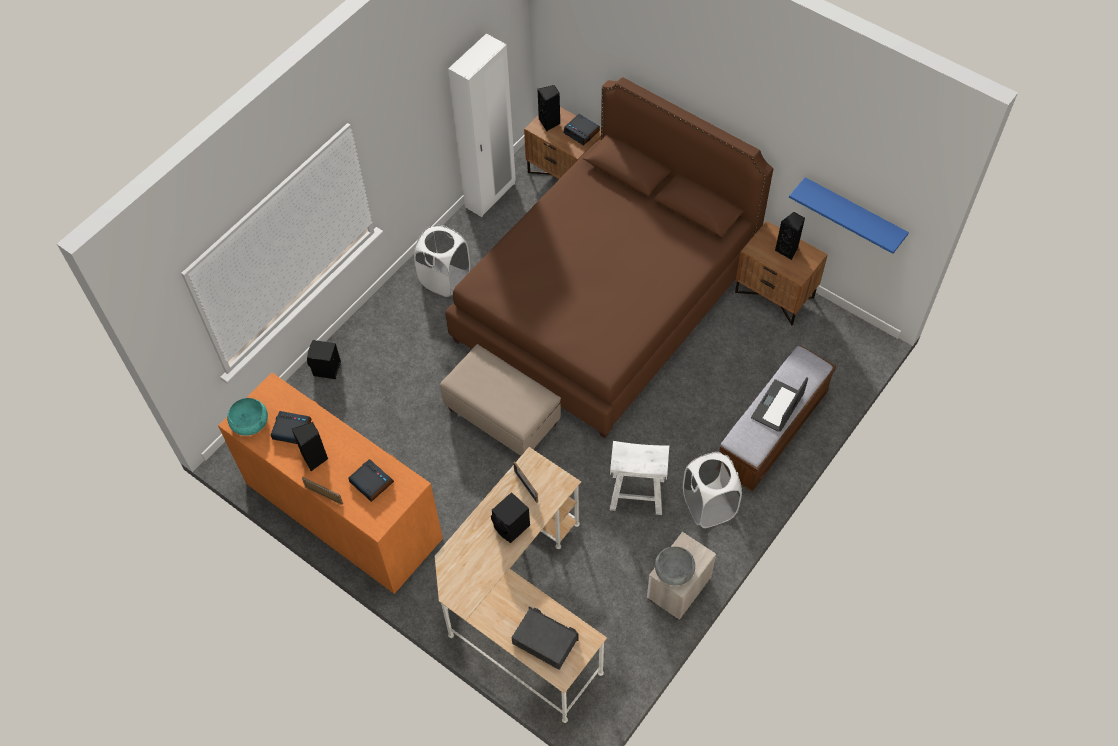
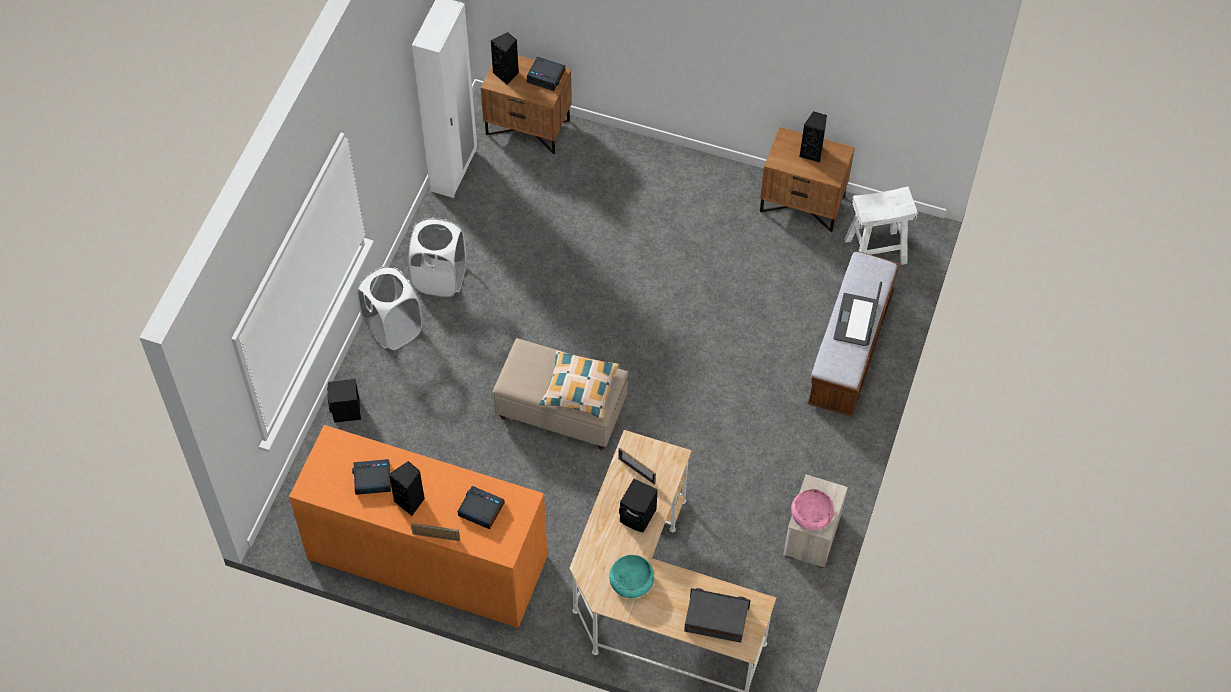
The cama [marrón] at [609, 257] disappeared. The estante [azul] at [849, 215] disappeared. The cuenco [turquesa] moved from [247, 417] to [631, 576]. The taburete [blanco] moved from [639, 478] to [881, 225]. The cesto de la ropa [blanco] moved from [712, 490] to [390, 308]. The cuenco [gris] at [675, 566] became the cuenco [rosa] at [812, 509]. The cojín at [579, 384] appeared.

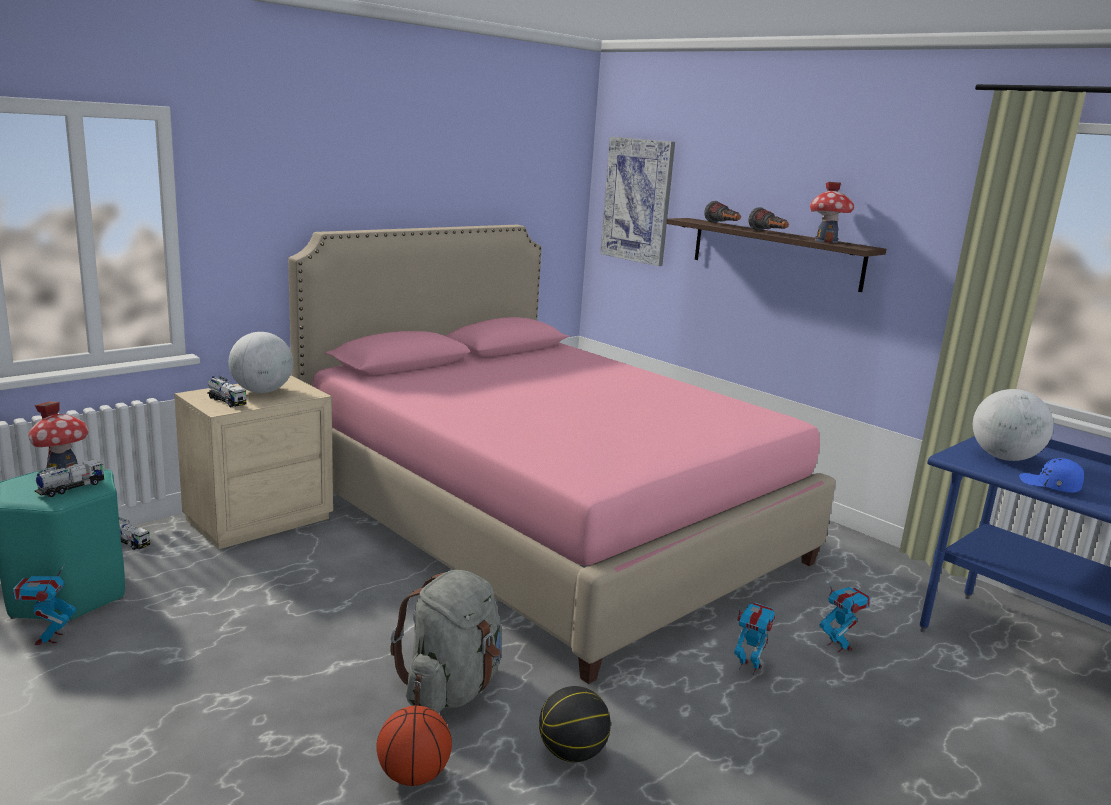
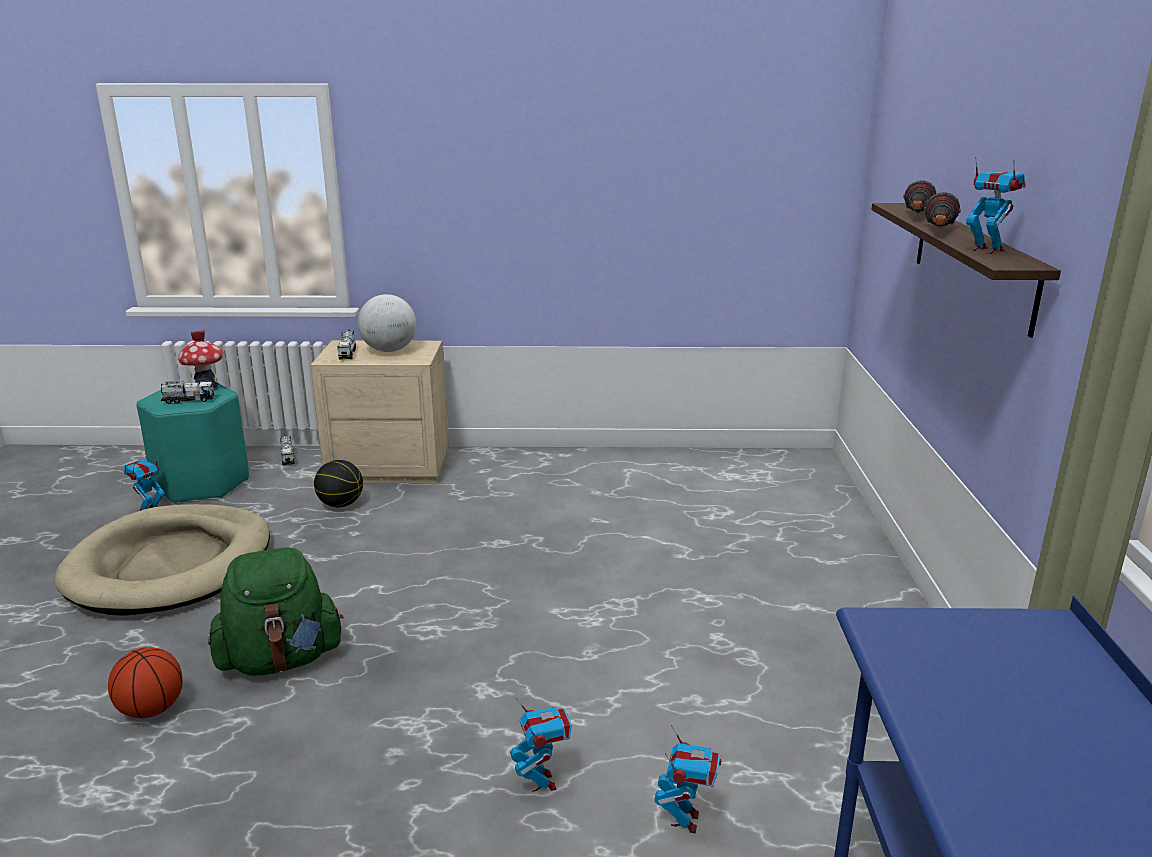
The cuadro at [637, 201] disappeared. The casita at [832, 212] was replaced by the robot de juguete at [996, 205]. The cama [rosa] at [562, 454] disappeared. The globo terráqueo at [1013, 425] disappeared. The gorra [azul] at [1051, 475] disappeared. The mochila [gris] at [446, 641] became the mochila [verde] at [276, 611]. The balón de baloncesto moved from [575, 724] to [338, 483]. The cama para perro [beis] at [162, 560] appeared.

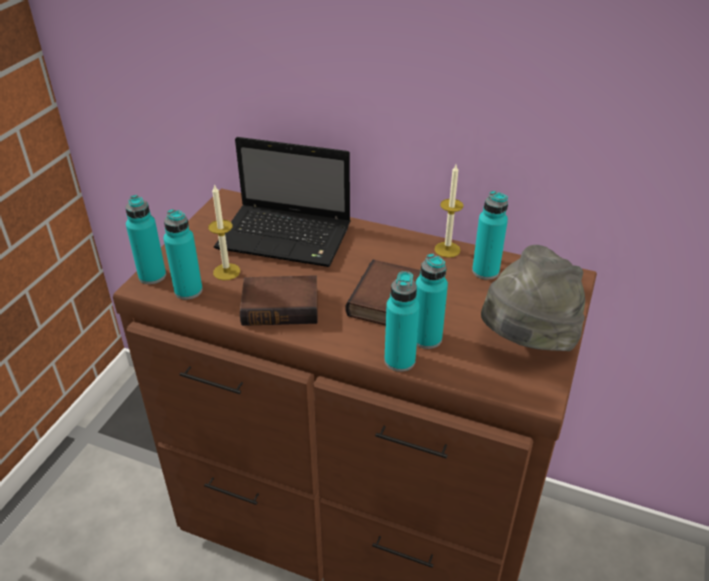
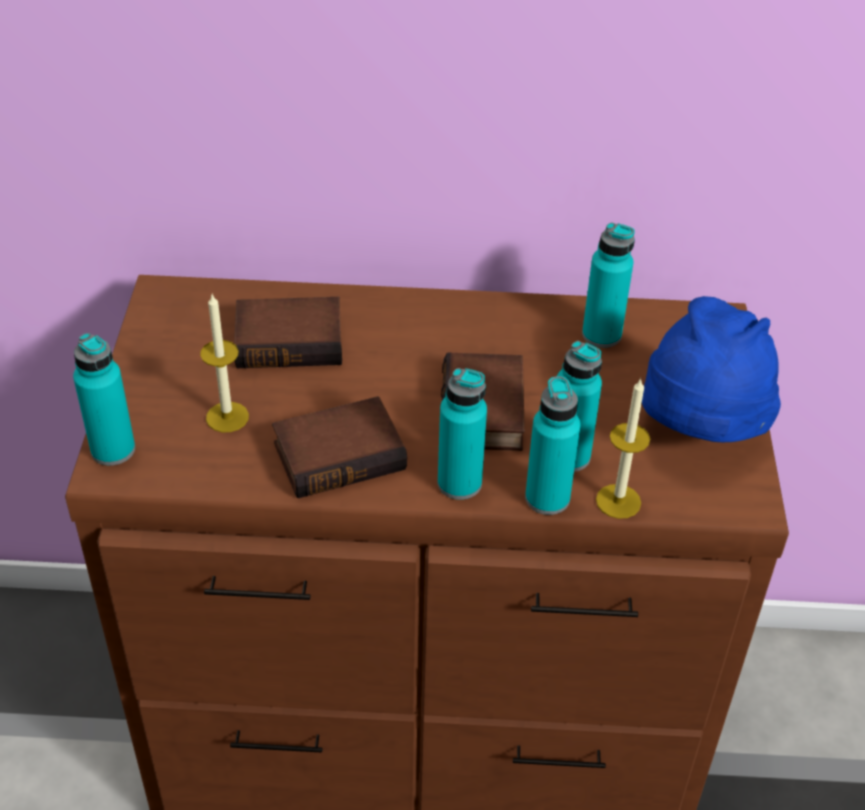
The portátil at [282, 202] was replaced by the libro at [288, 332]. The vela moved from [449, 211] to [623, 448]. The botella [turquesa] moved from [183, 254] to [462, 434]. The sombrero [gris] at [533, 298] became the sombrero [azul] at [711, 369].

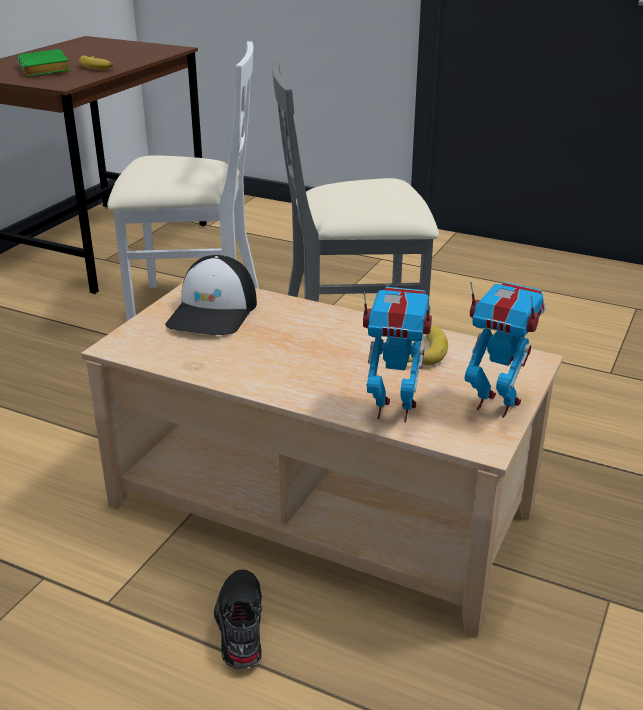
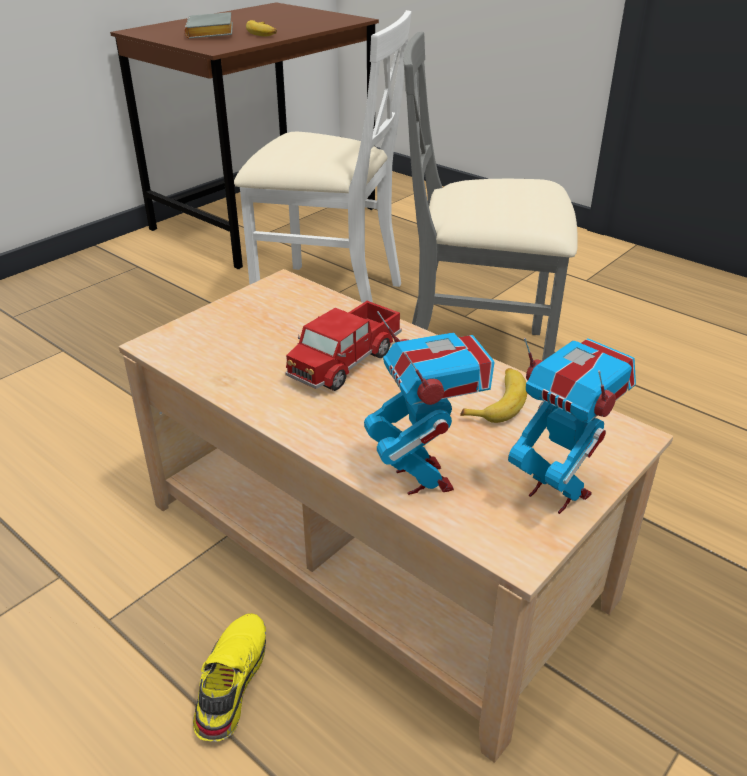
The libro [verde] at [43, 62] became the libro [gris] at [209, 25]. The gorra at [211, 295] disappeared. The robot de juguete at [397, 354] turned 45 degrees clockwise. The zapato [negro] at [238, 619] became the zapato [amarillo] at [229, 677]. The camión de juguete at [343, 346] appeared.

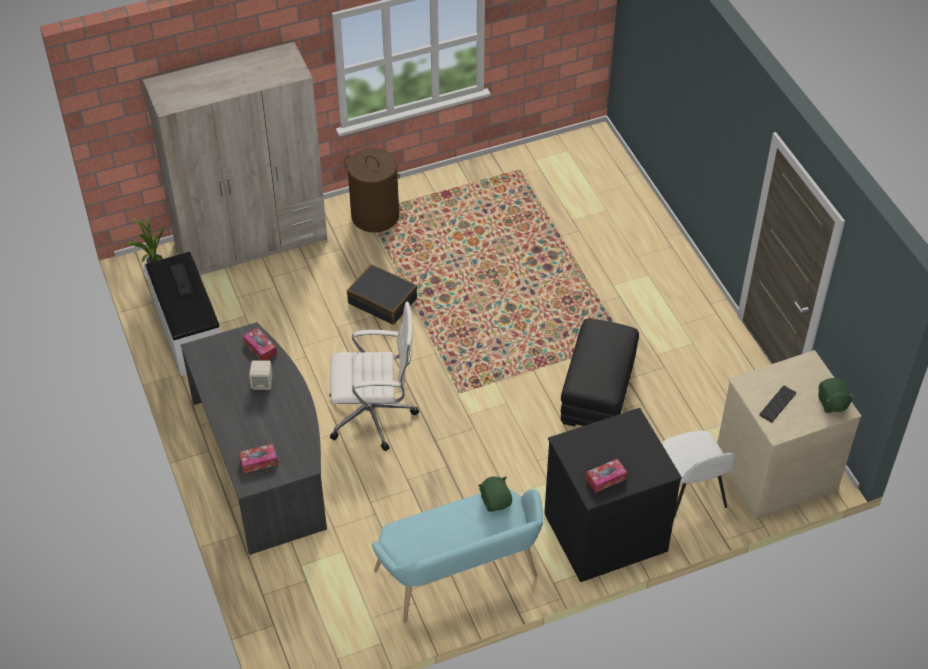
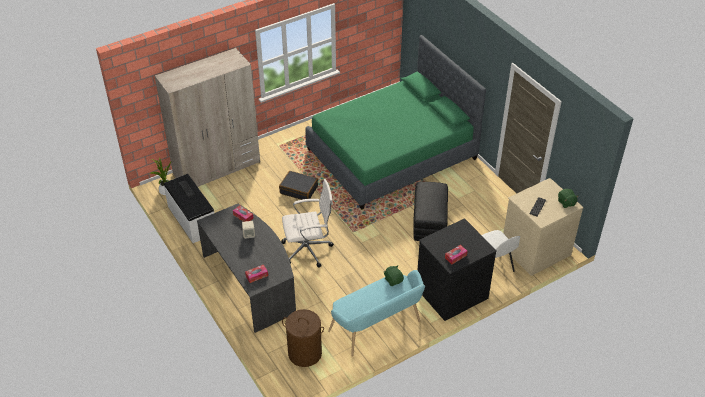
The cesto de la ropa [marrón] moved from [372, 190] to [303, 338]. The cama [verde] at [395, 122] appeared.

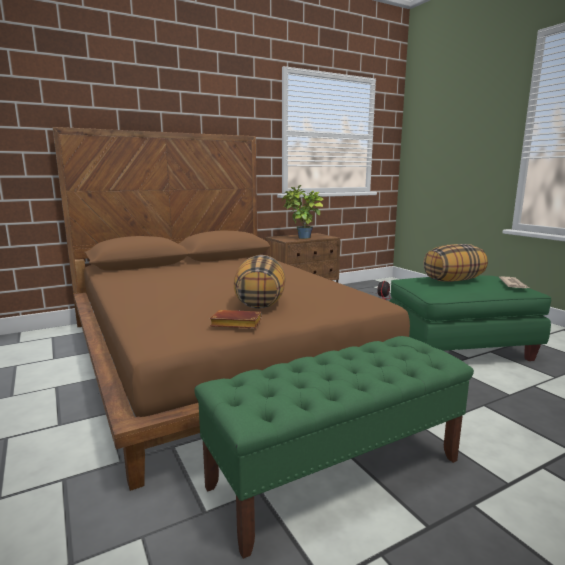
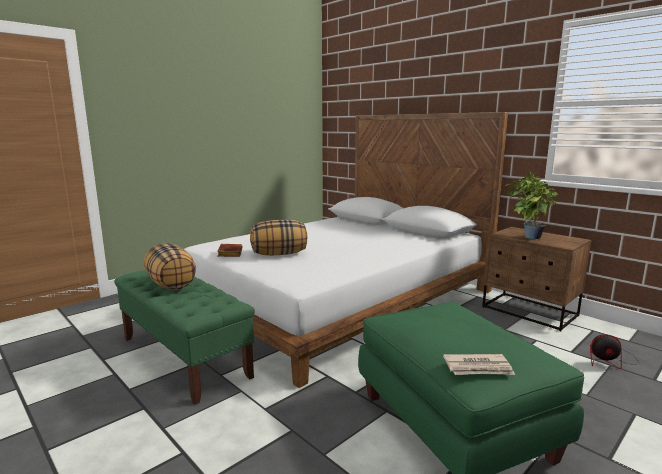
The cama [marrón] at [231, 309] became the cama [blanco] at [346, 250]. The cojín moved from [455, 263] to [170, 266].

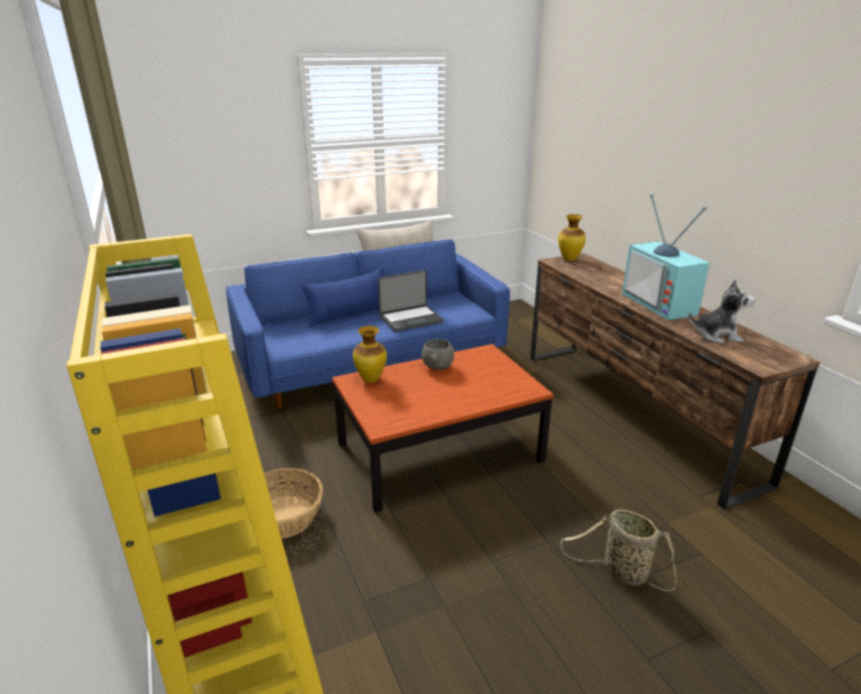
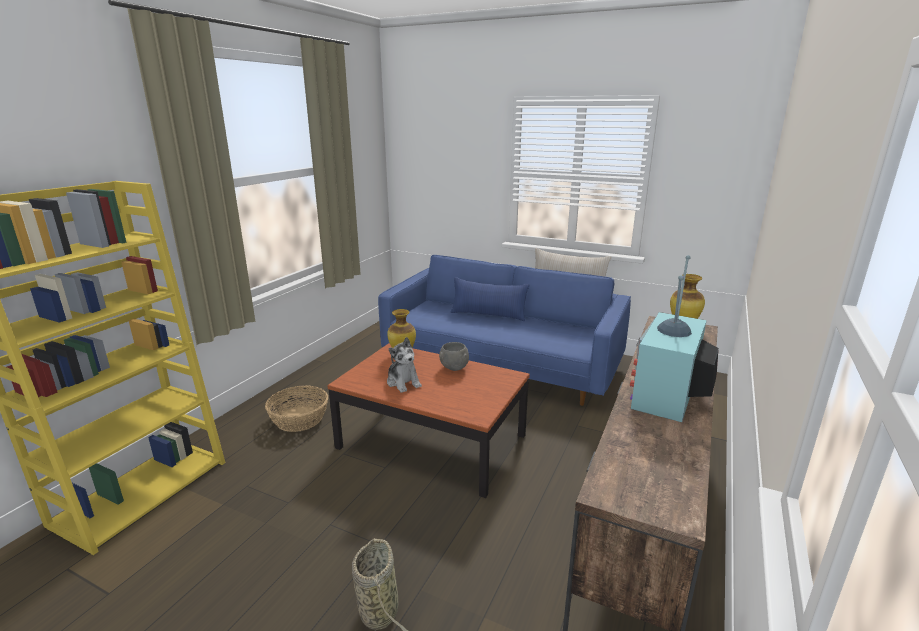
The portátil at [411, 301] disappeared. The peluche moved from [722, 312] to [404, 365].

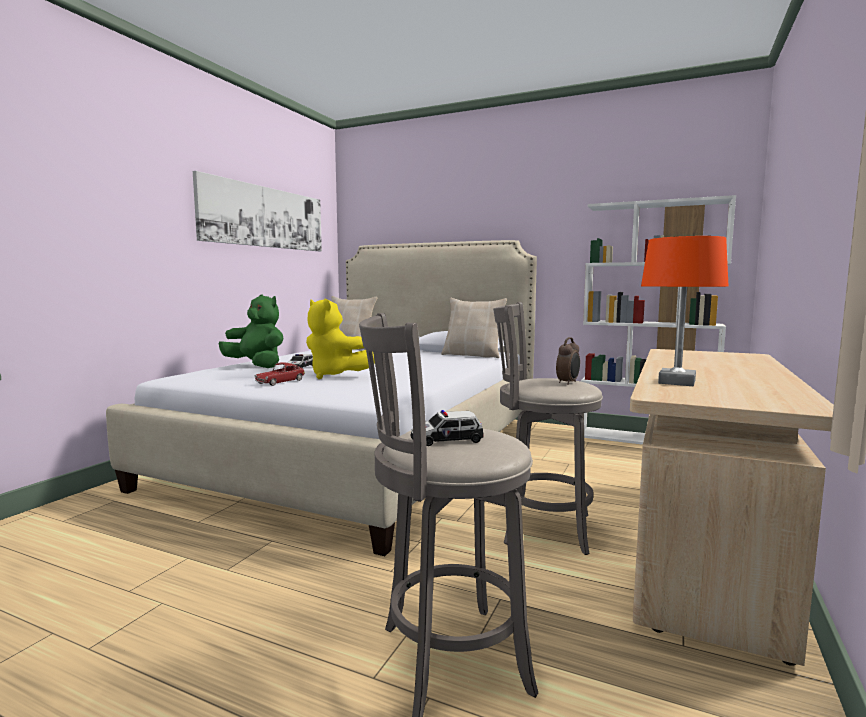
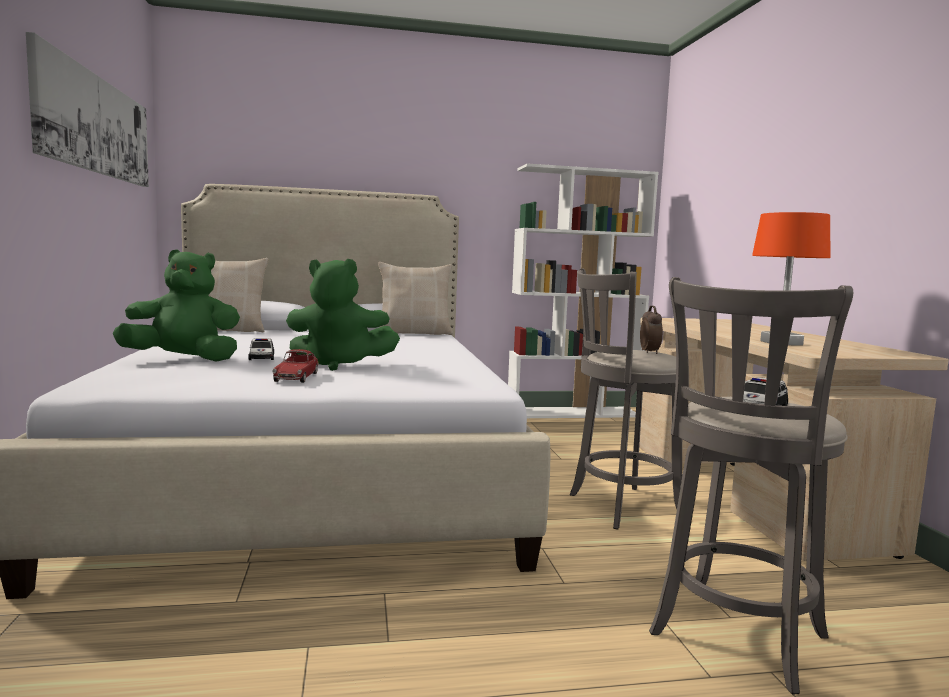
The peluche [amarillo] at [340, 339] became the peluche [verde] at [343, 315].

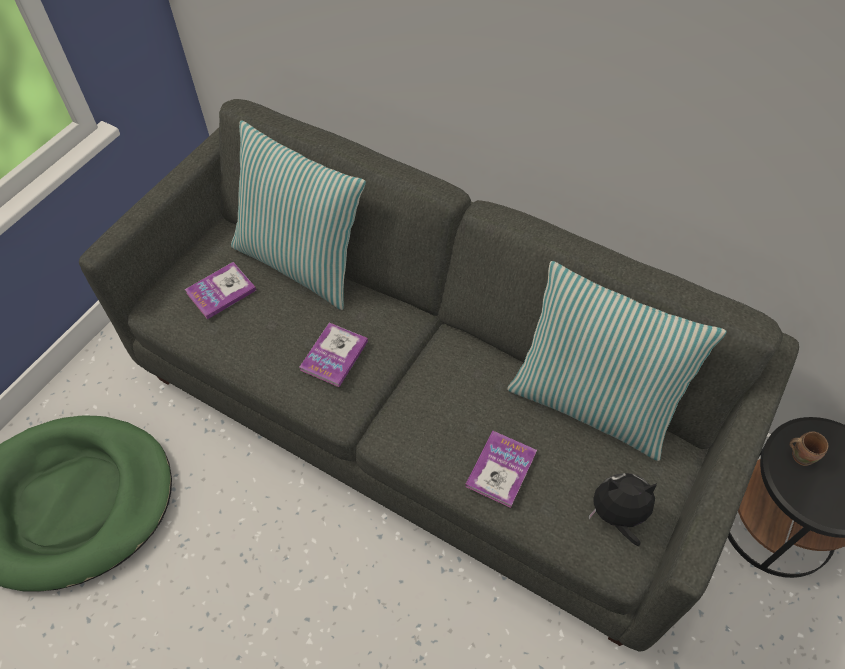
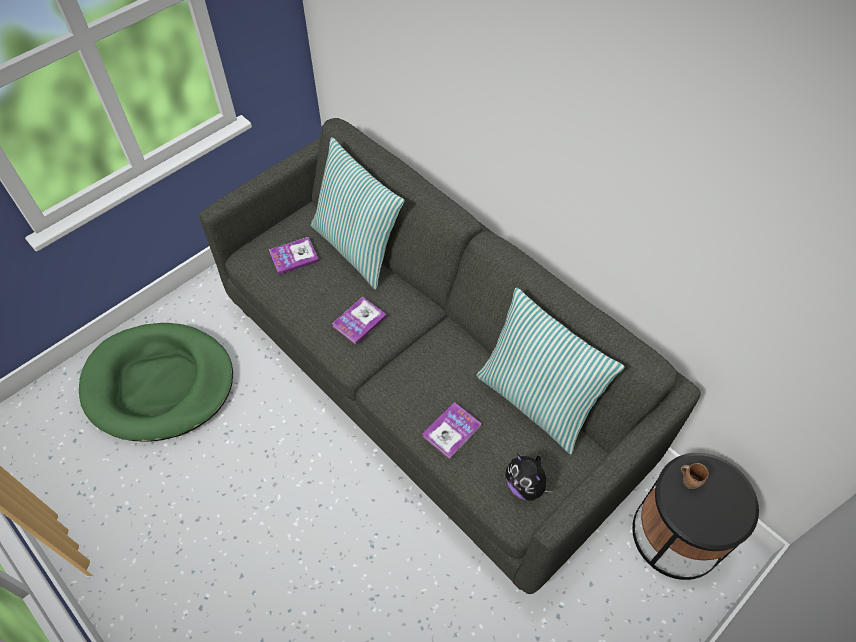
The peluche at [623, 509] turned 150 degrees counterclockwise.

